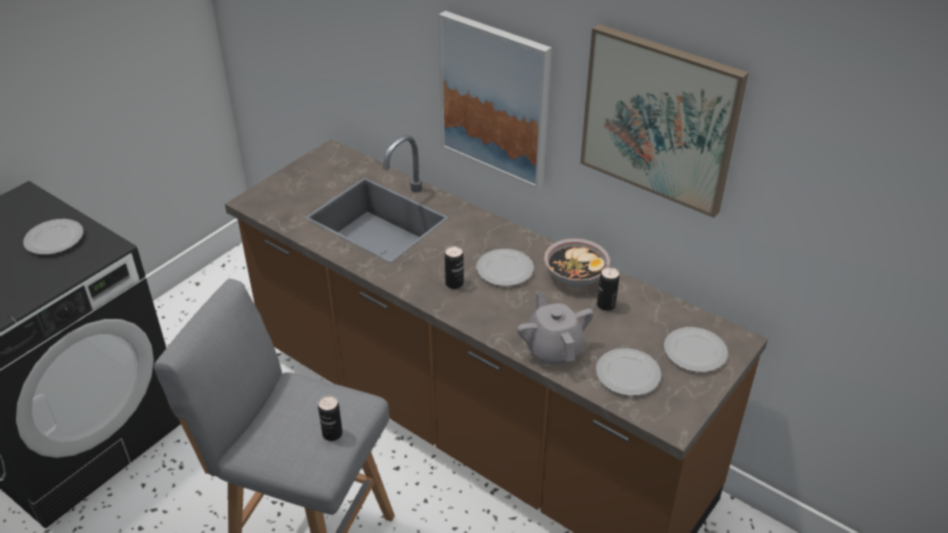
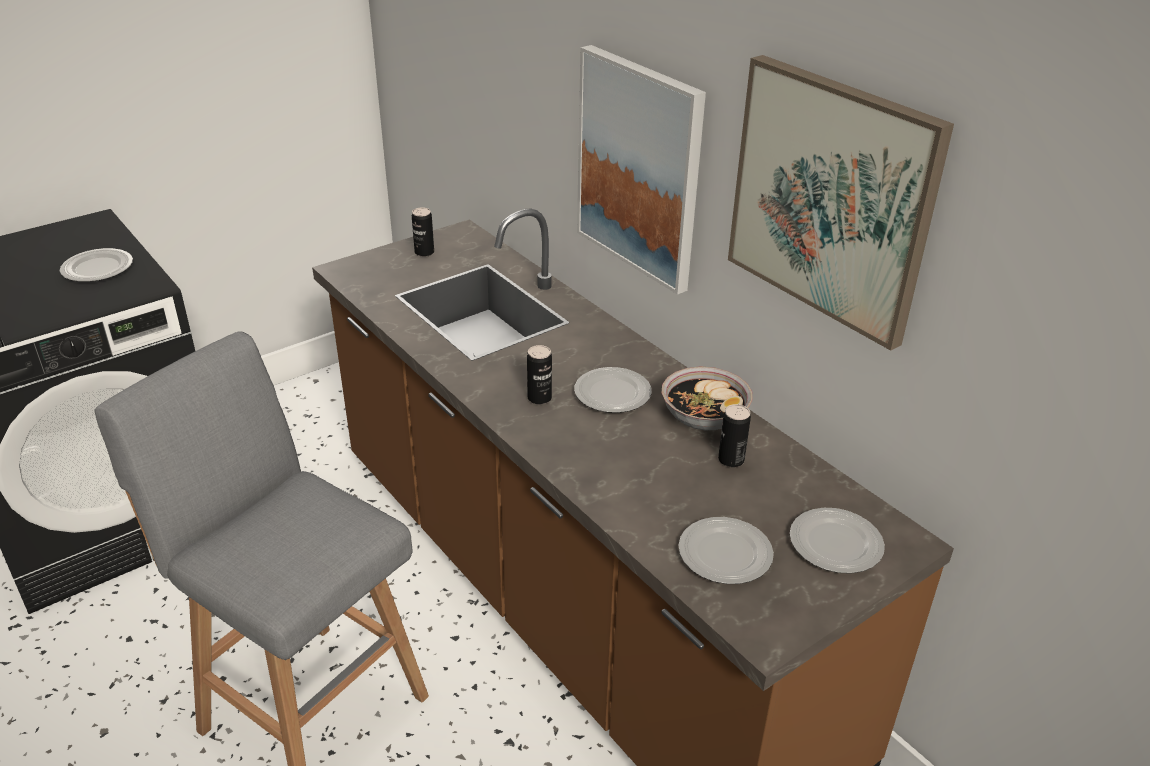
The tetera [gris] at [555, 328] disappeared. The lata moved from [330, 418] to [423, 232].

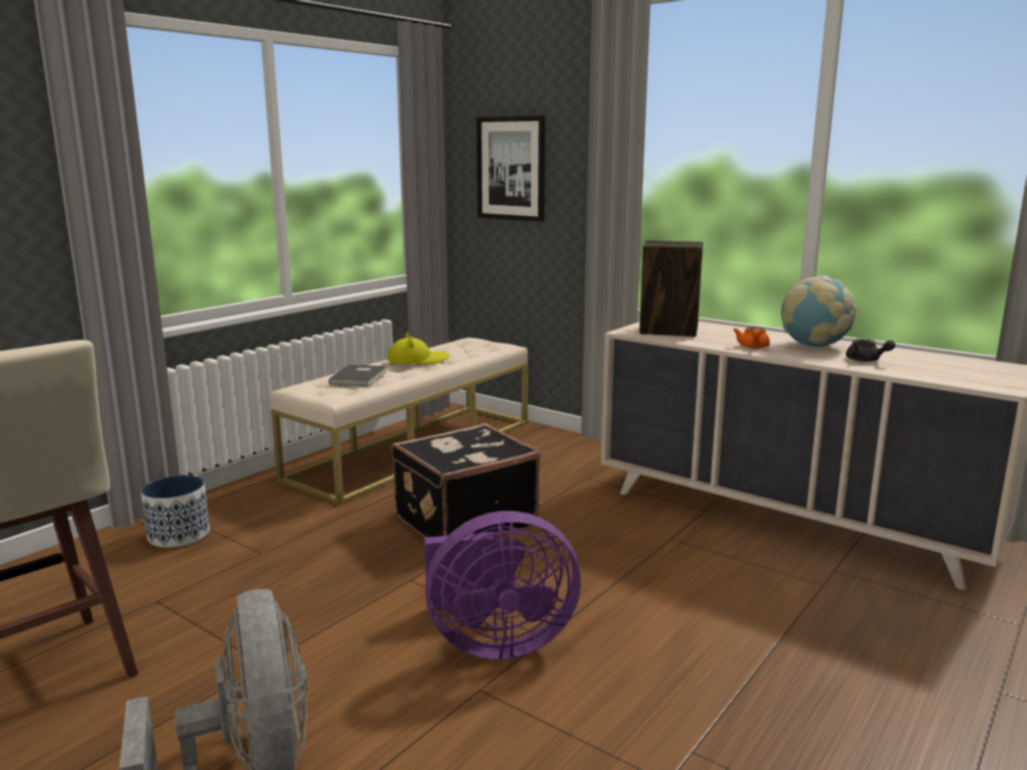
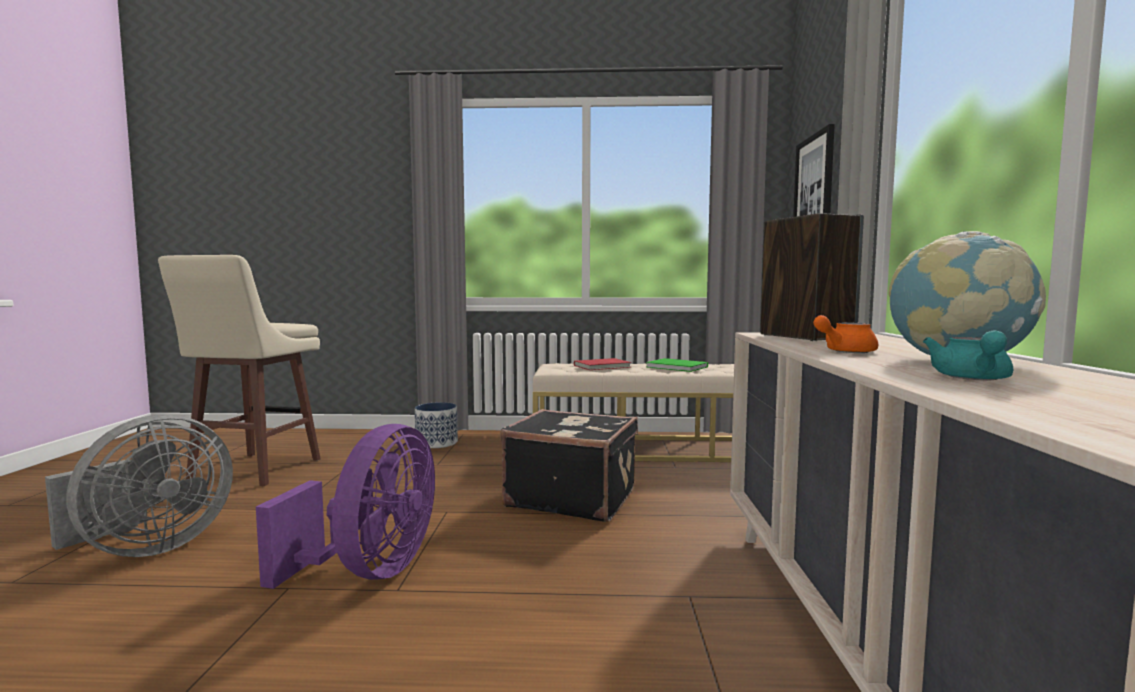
The sombrero [amarillo] at [419, 348] was replaced by the libro [verde] at [677, 365]. The tetera [gris] at [871, 350] became the tetera [turquesa] at [968, 355]. The libro [gris] at [358, 375] became the libro [rojo] at [602, 364]. The ventilador [morado] at [502, 585] turned 120 degrees counterclockwise.

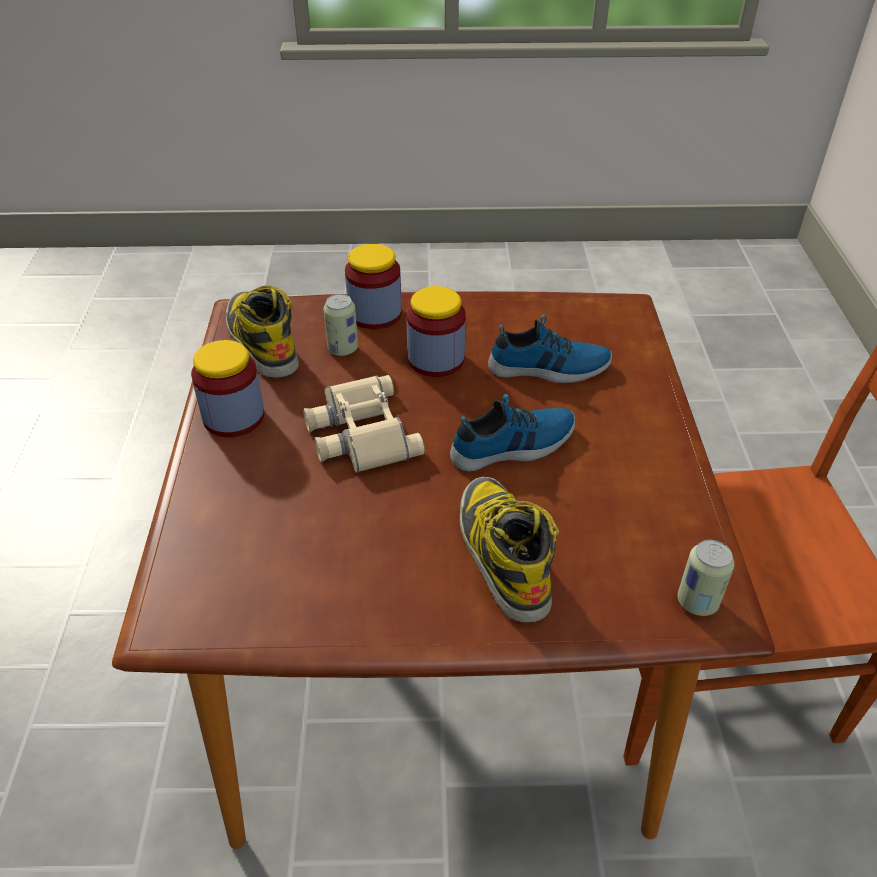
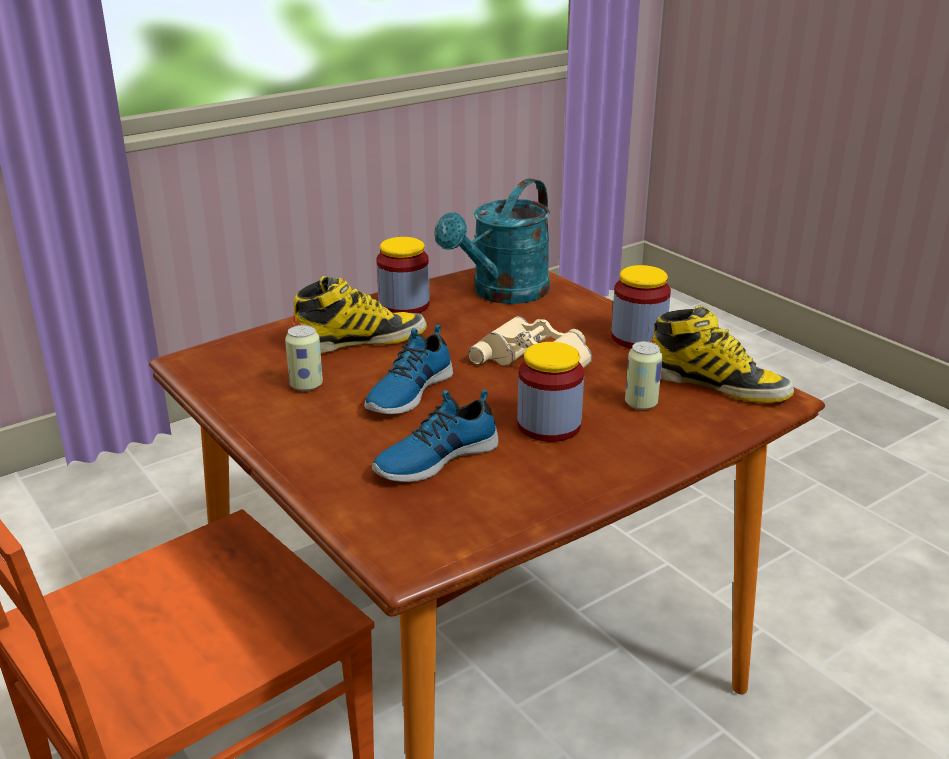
The tarro moved from [373, 286] to [403, 275]. The bota at [509, 549] turned 60 degrees counterclockwise. The lata moved from [706, 578] to [304, 358]. The regadera [turquesa] at [492, 241] appeared.

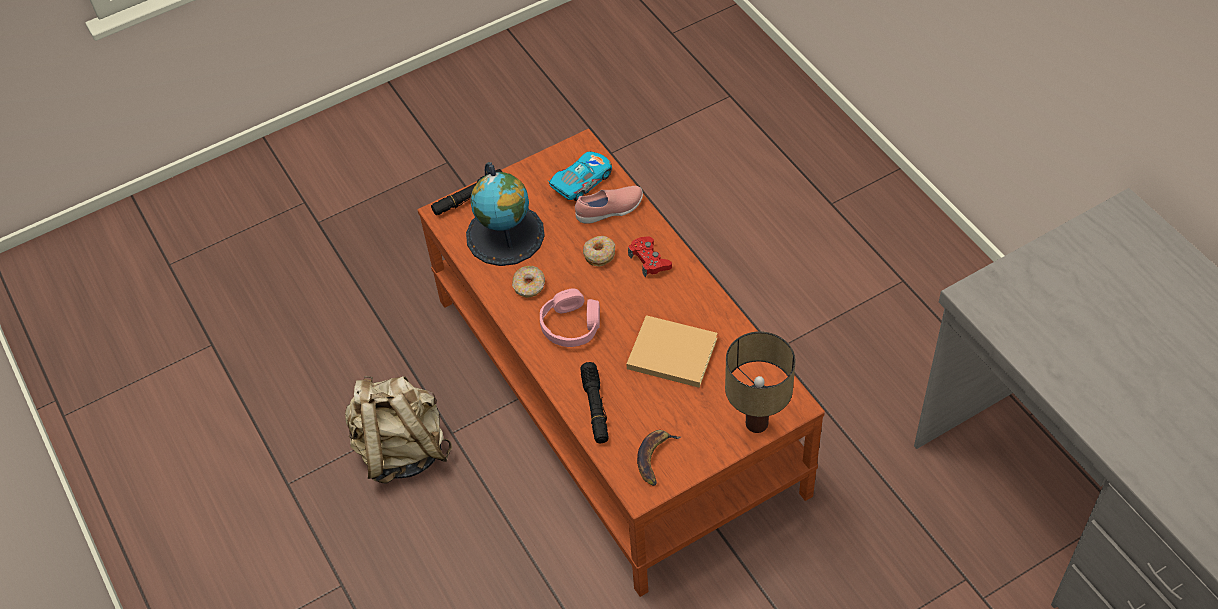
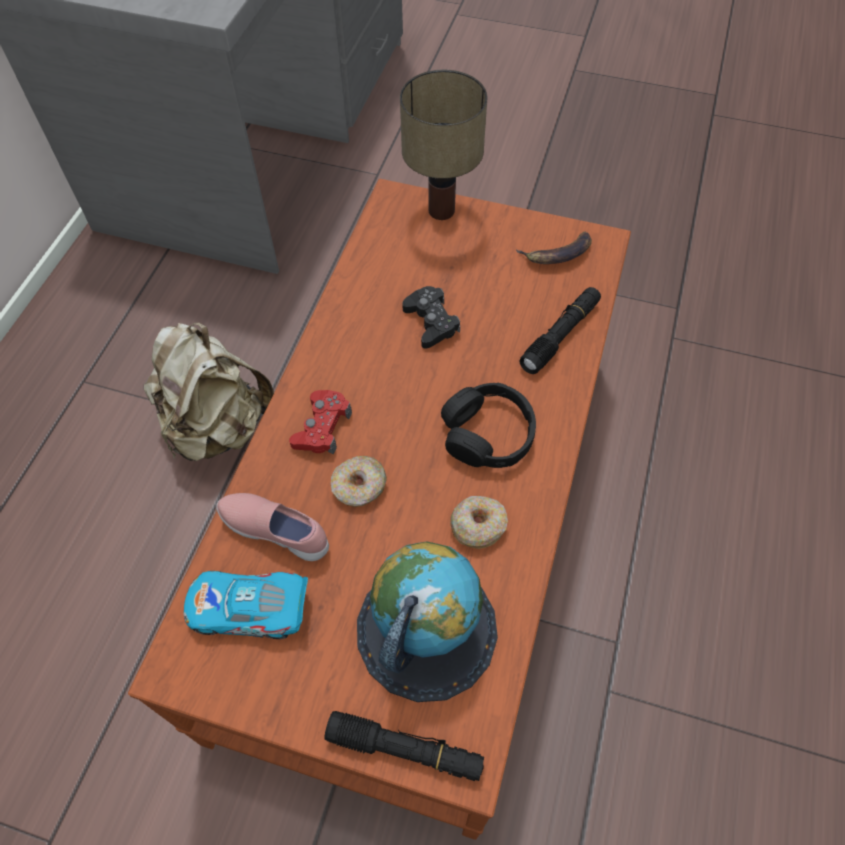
The auriculares [rosa] at [570, 317] became the auriculares [negro] at [488, 425]. The libro [beis] at [672, 351] was replaced by the mando de consola [negro] at [431, 317]. The mochila [beis] moved from [398, 429] to [209, 392].

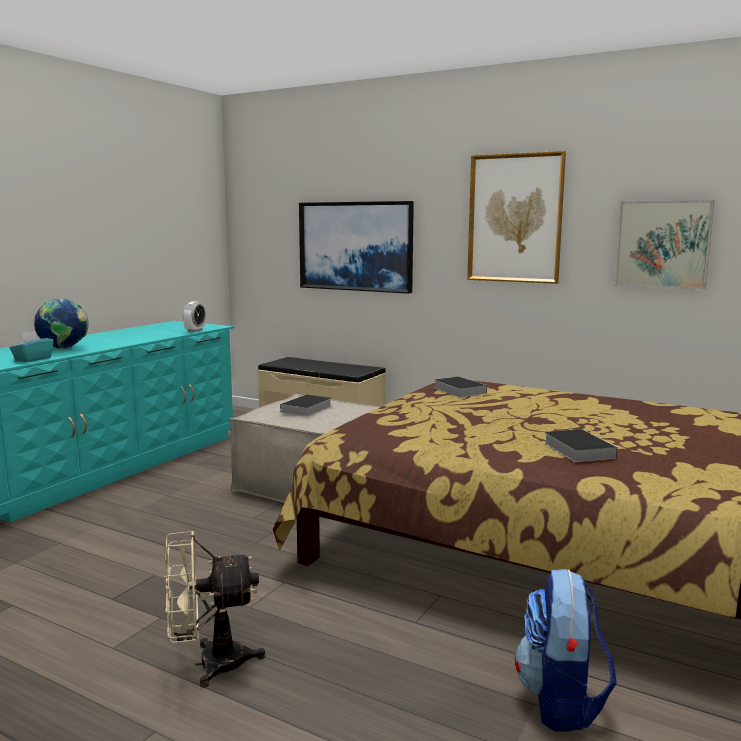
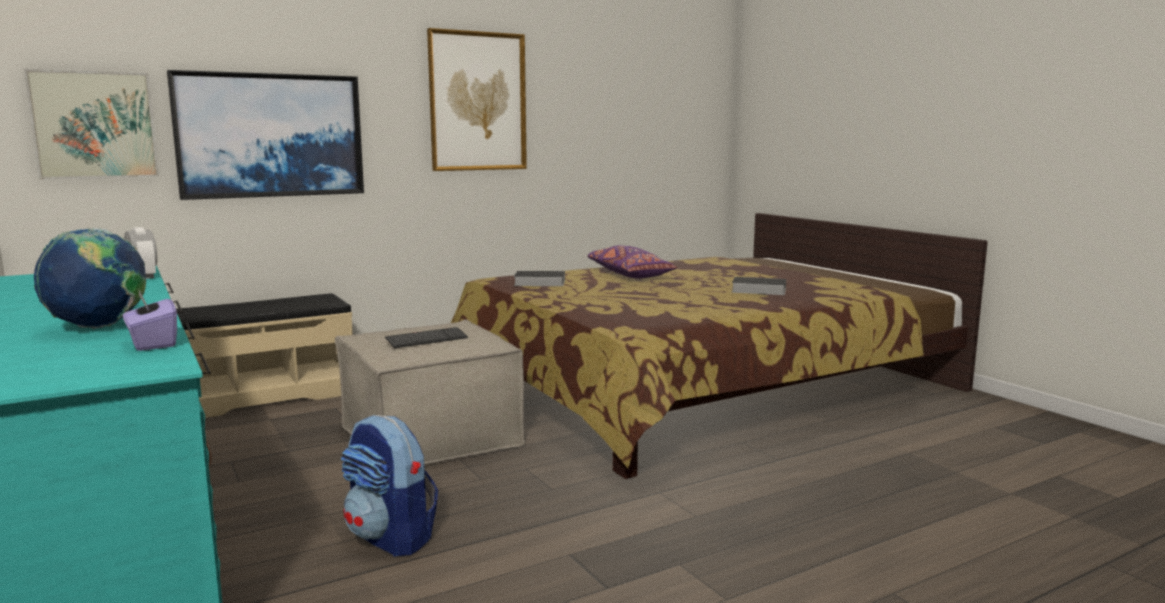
The cuadro moved from [664, 245] to [91, 124]. The caja de pañuelos [turquesa] at [32, 346] became the caja de pañuelos [morado] at [150, 320]. The libro at [304, 405] was replaced by the teclado at [426, 337]. The ventilador [beis] at [214, 609] disappeared. The mochila moved from [566, 650] to [389, 486]. The cojín [morado] at [632, 262] appeared.

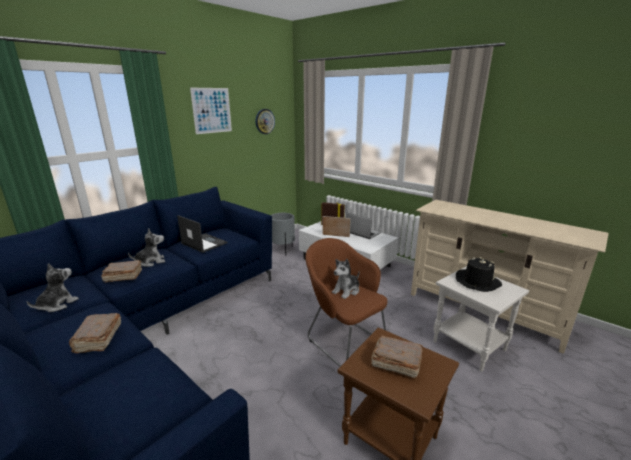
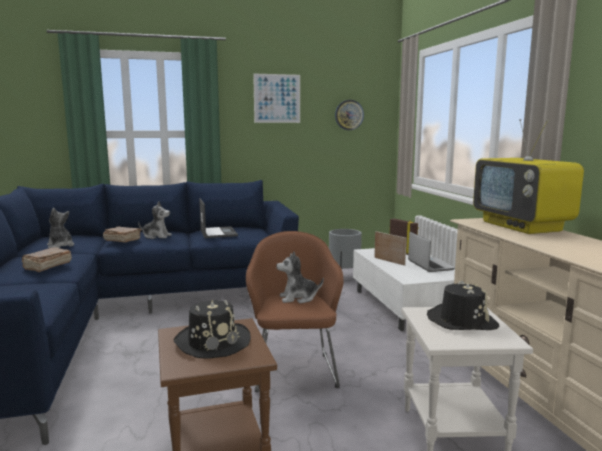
The peluche at [53, 287] turned 105 degrees counterclockwise. The libro [marrón] at [397, 356] was replaced by the sombrero [negro] at [212, 329]. The televisor at [528, 176] appeared.

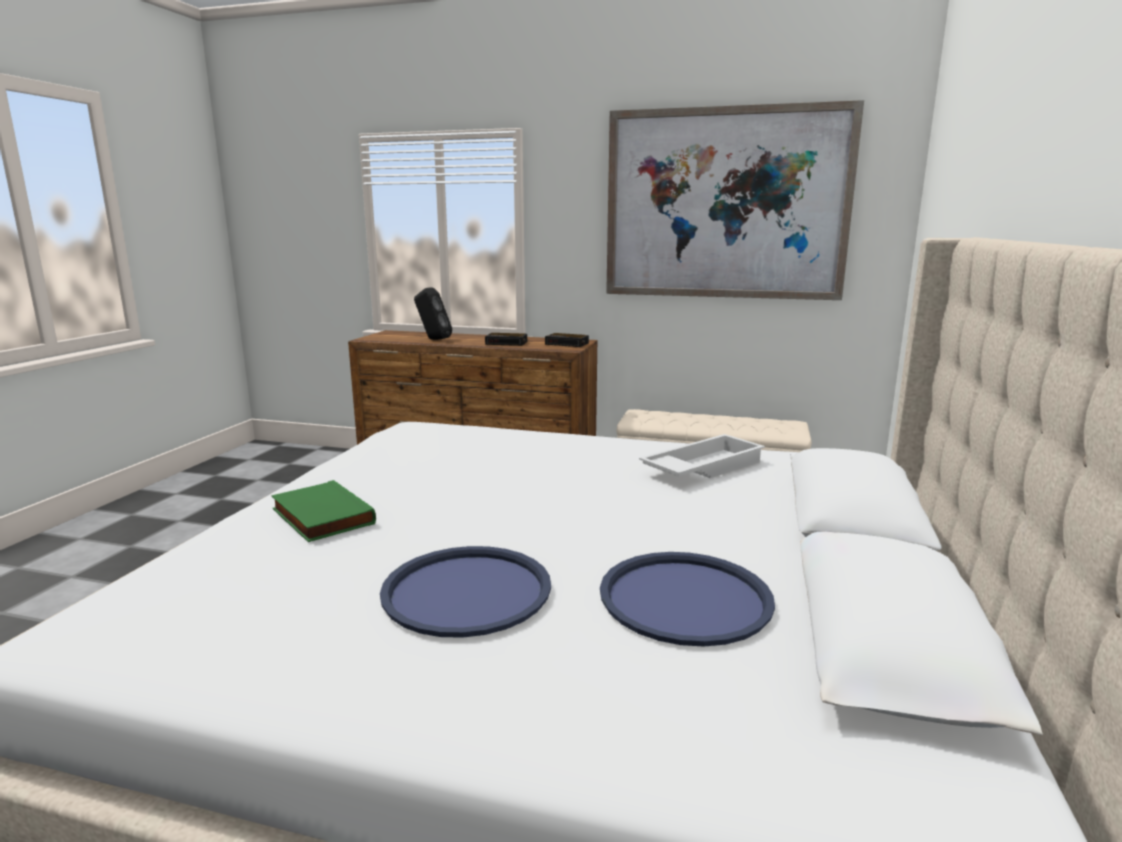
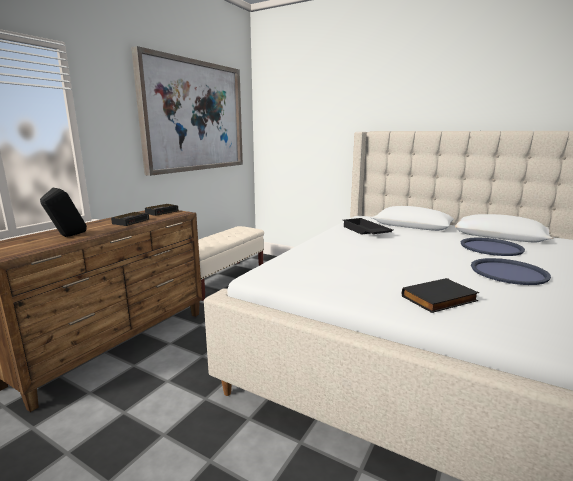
The bandeja [blanco] at [702, 456] became the bandeja [negro] at [368, 226]. The libro [verde] at [323, 511] became the libro [negro] at [440, 295].

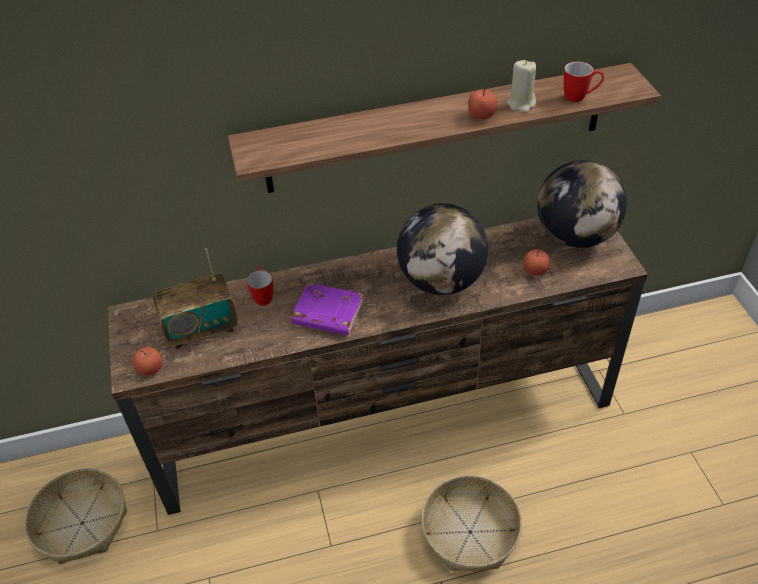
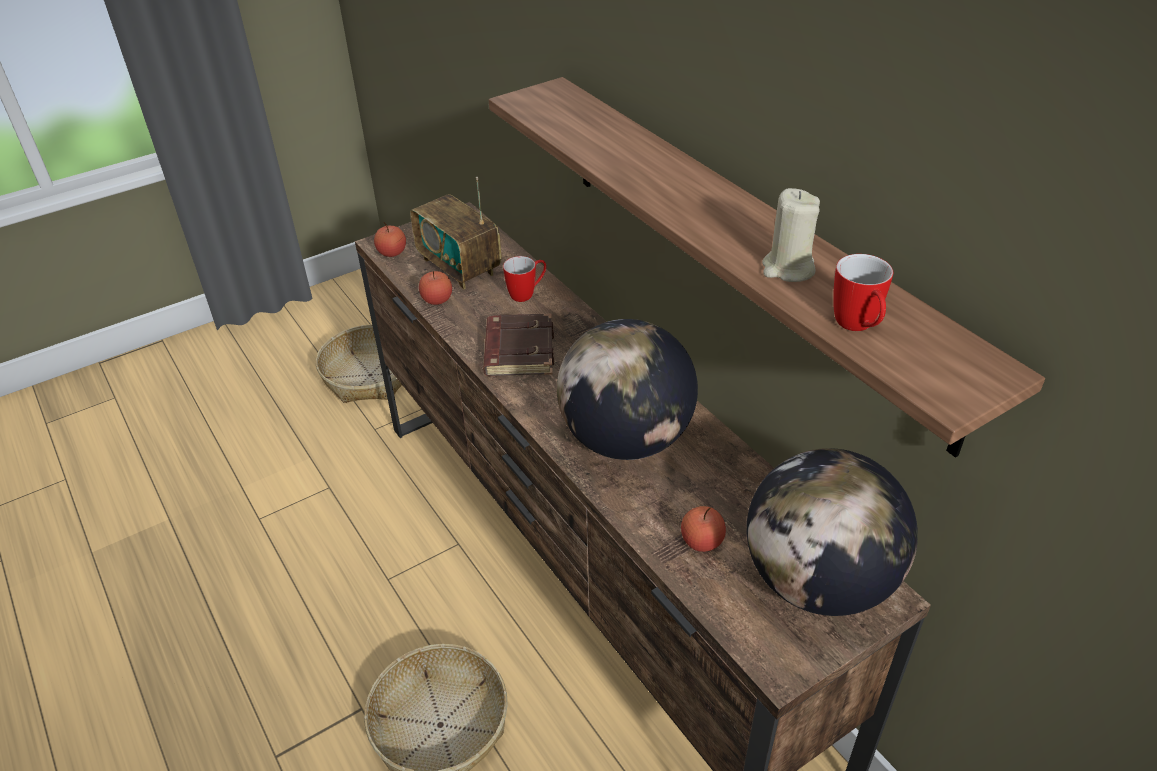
The manzana moved from [482, 103] to [435, 288]. The libro [morado] at [327, 309] became the libro [marrón] at [518, 344].

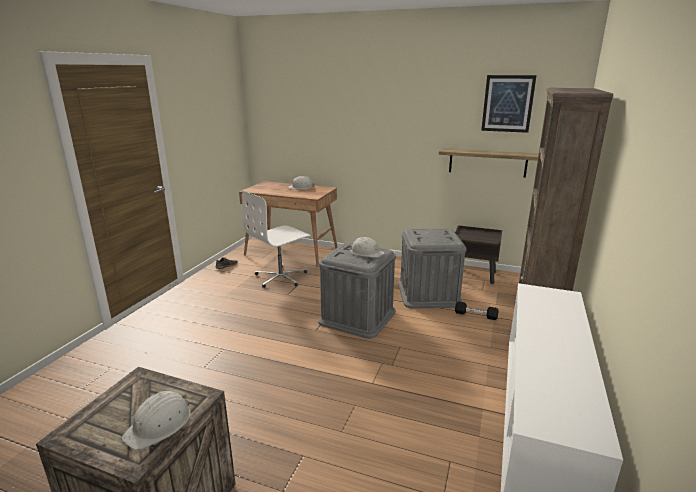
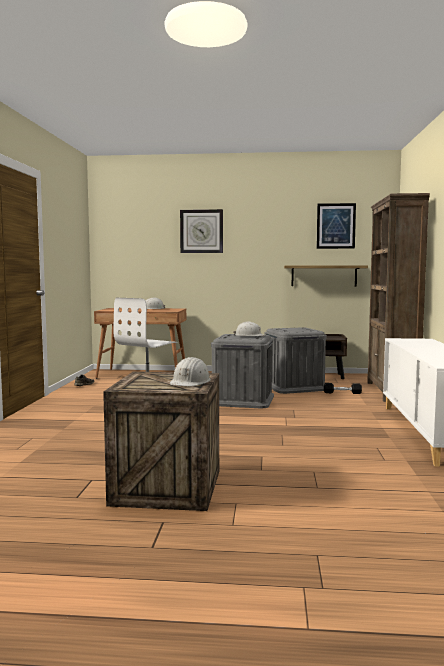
The reloj de pared at [201, 231] appeared.

